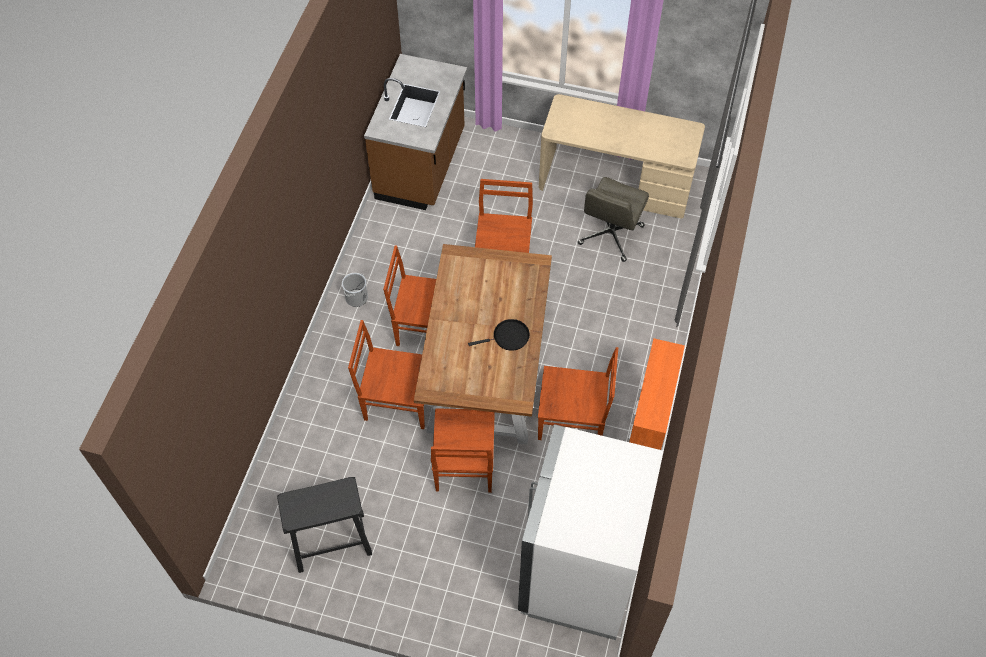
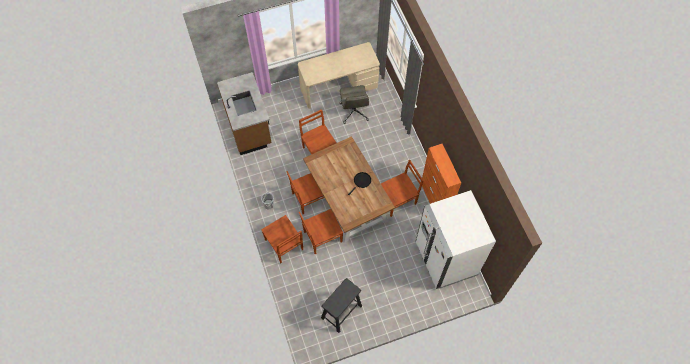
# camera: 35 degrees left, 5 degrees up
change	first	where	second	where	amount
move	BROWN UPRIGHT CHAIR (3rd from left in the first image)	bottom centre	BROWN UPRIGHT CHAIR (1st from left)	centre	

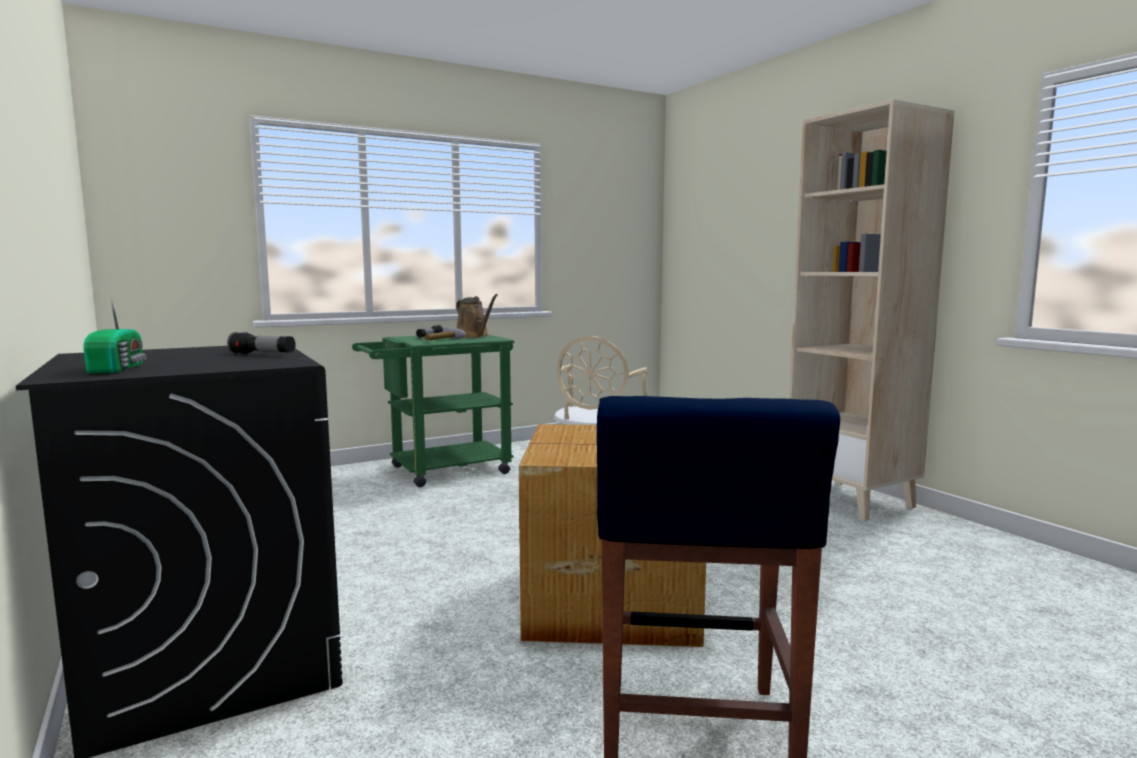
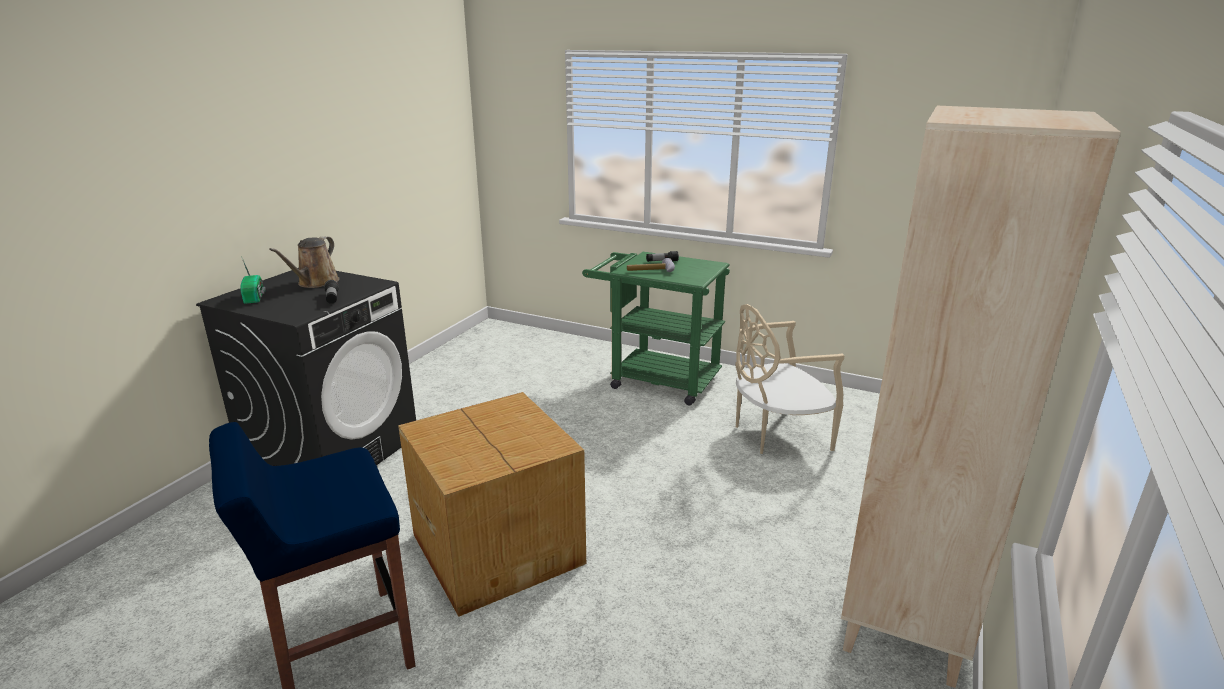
# camera: 55 degrees right, 15 degrees up
change	first	where	second	where	amount
rotate	RADIO	middle left		middle left	60 degrees counterclockwise
move	BROWN WATERING POT	centre		middle left	

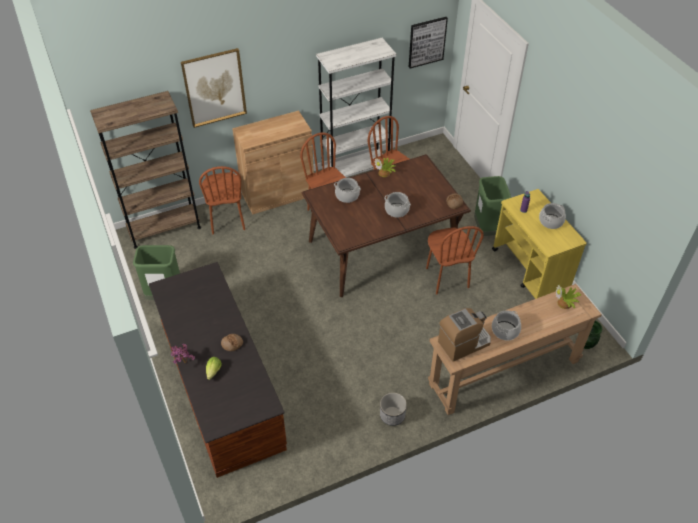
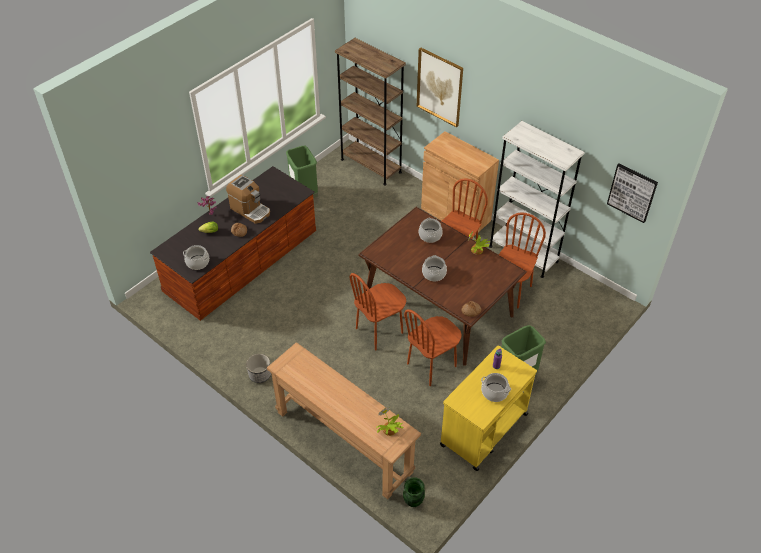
# camera: 65 degrees right, 0 degrees up
change	first	where	second	where	amount
move	BROWN UPRIGHT CHAIR (1st from left)	middle left		centre	
move	COFFEE BREWER	centre		middle left	
move	COOKING POT (3rd from left in the first image)	middle right	COOKING POT (1st from left)	middle left	

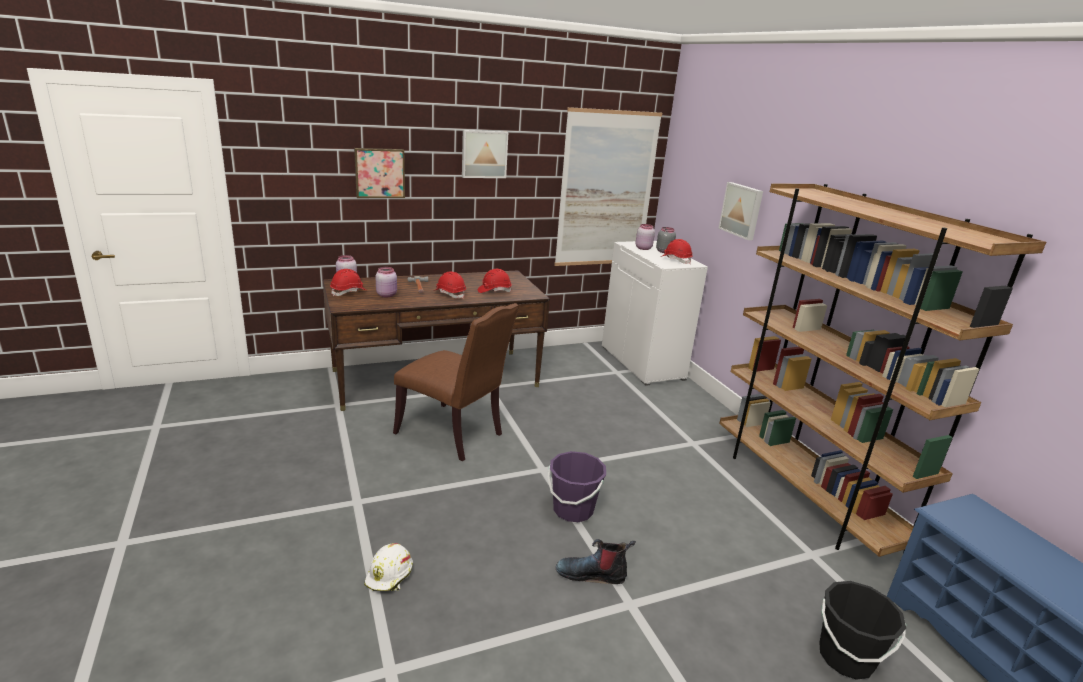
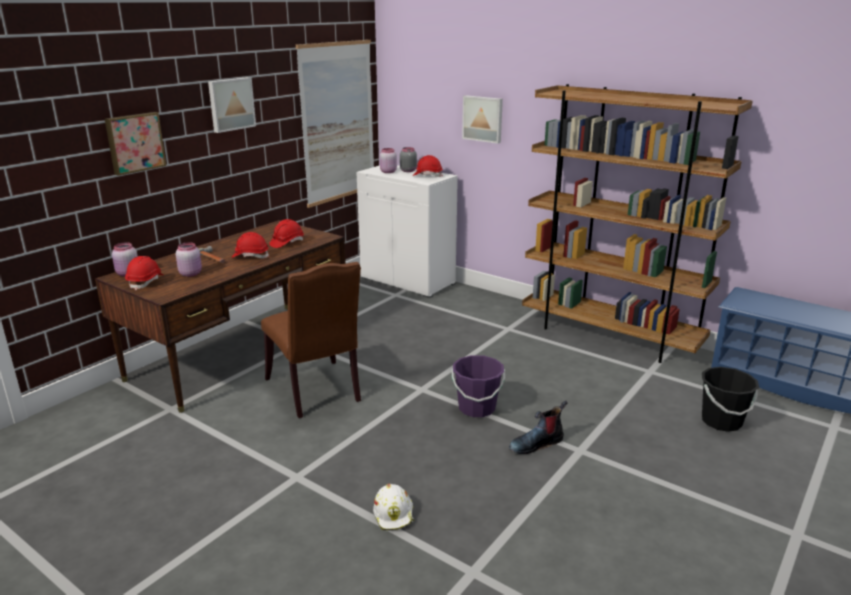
# camera: 30 degrees left, 0 degrees up
change	first	where	second	where	amount
rotate	BROWN UPRIGHT CHAIR	centre		centre	60 degrees clockwise

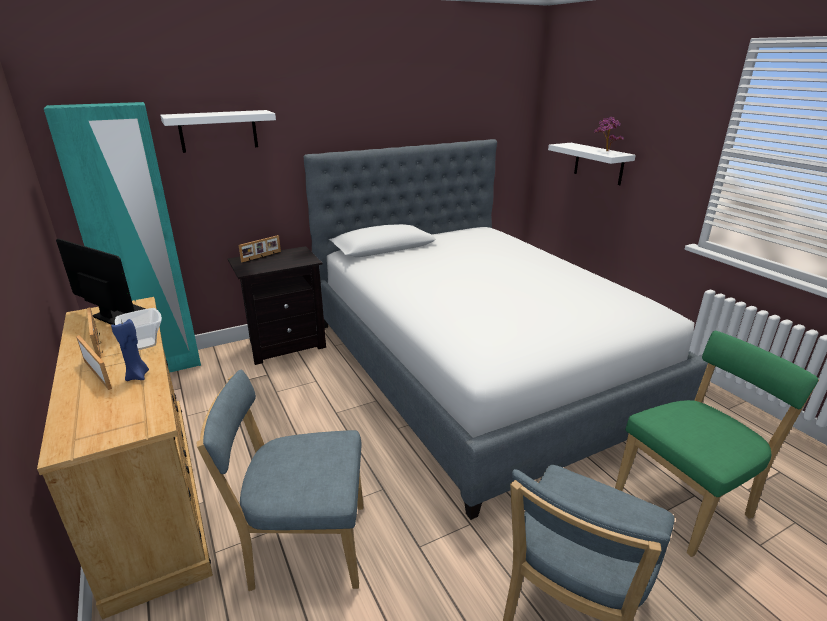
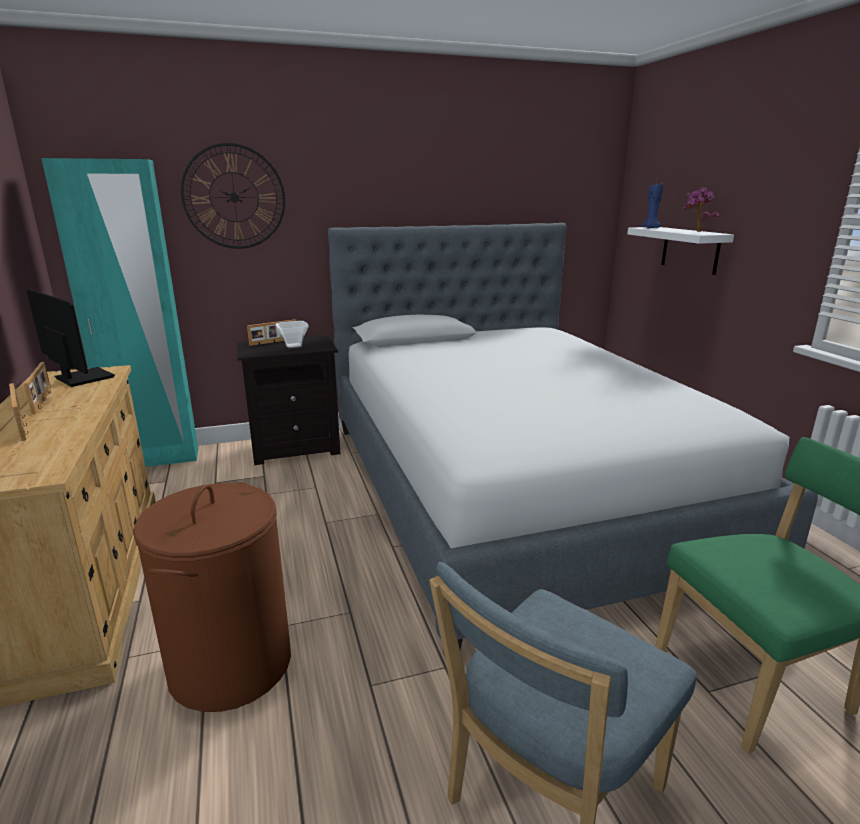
# camera: 10 degrees right, 5 degrees down
change	first	where	second	where	amount
move	BLUE WAX LIGHT	middle left		top right	
move	BOWL	middle left		centre	
replace	WHITE SHELF (1st from left)	top left	HANGING CLOCK	top left	
replace	BLUE UPRIGHT CHAIR (1st from left)	bottom centre	BROWN LAUNDRY BASKET	bottom left	

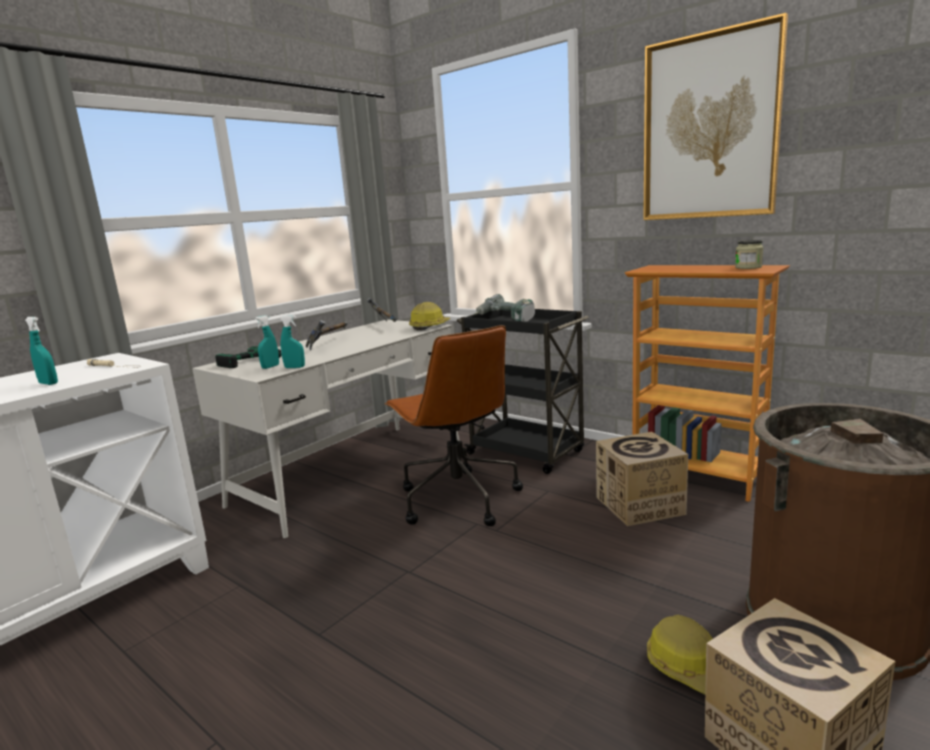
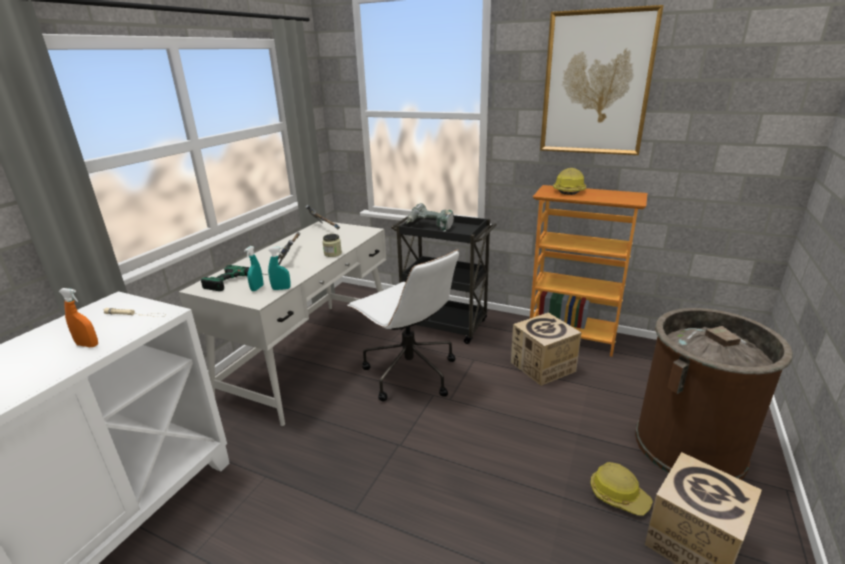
# camera: 15 degrees left, 10 degrees up
change	first	where	second	where	amount
recolor	BLUE-GREEN HAND SPRAYER (1st from left)	middle left	ORANGE HAND SPRAYER	middle left	
recolor	BROWN OFFICE CHAIR	centre	WHITE OFFICE CHAIR	centre	
move	SAFETY HELMET (1st from left)	centre		top right	
move	JAR	middle right		centre	

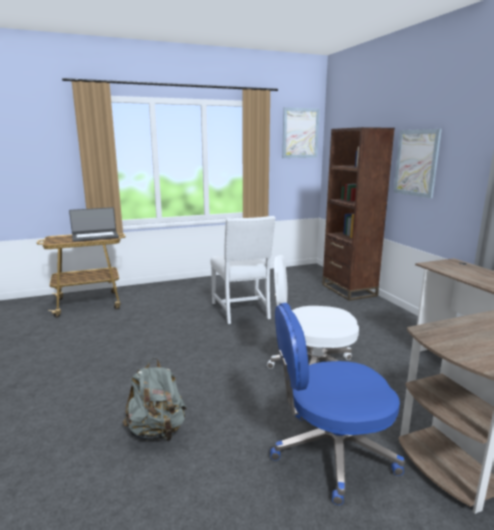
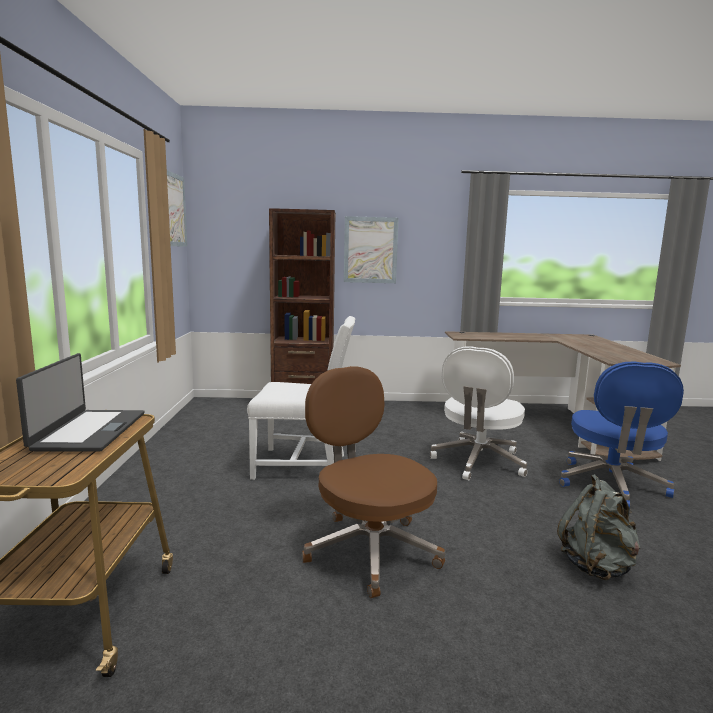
# camera: 70 degrees left, 5 degrees down
change	first	where	second	where	amount
insert			BROWN OFFICE CHAIR	bottom centre	

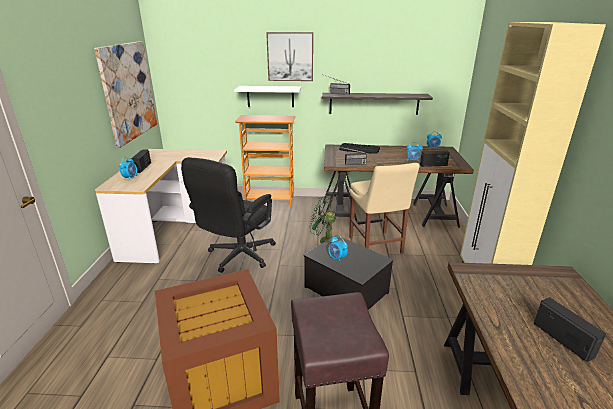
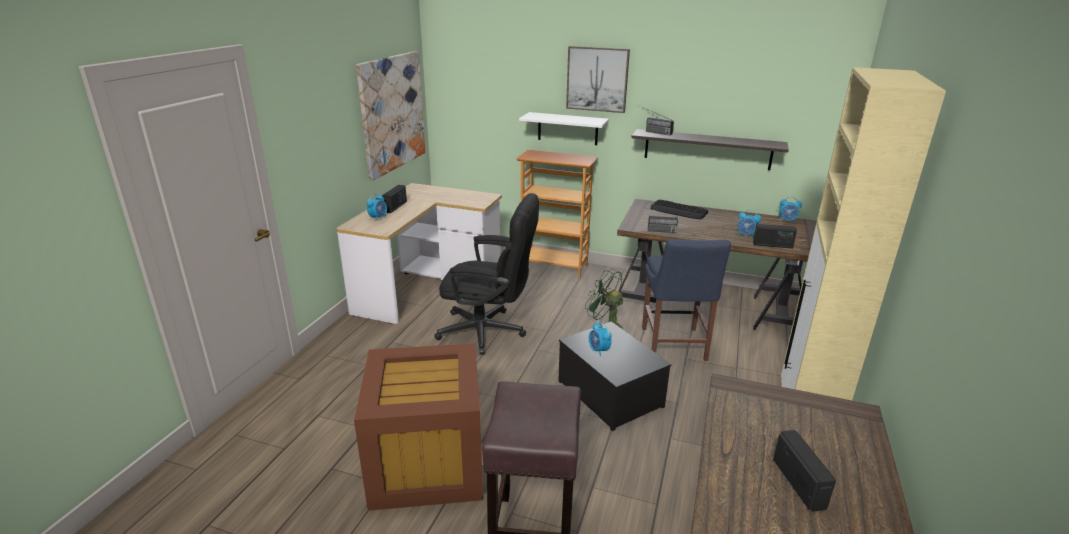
# camera: 15 degrees right, 0 degrees up
change	first	where	second	where	amount
rotate	BLACK-COLOURED OFFICE CHAIR	centre		centre	120 degrees counterclockwise
recolor	SAND-COLOURED UPRIGHT CHAIR	centre	BLUE UPRIGHT CHAIR	centre	

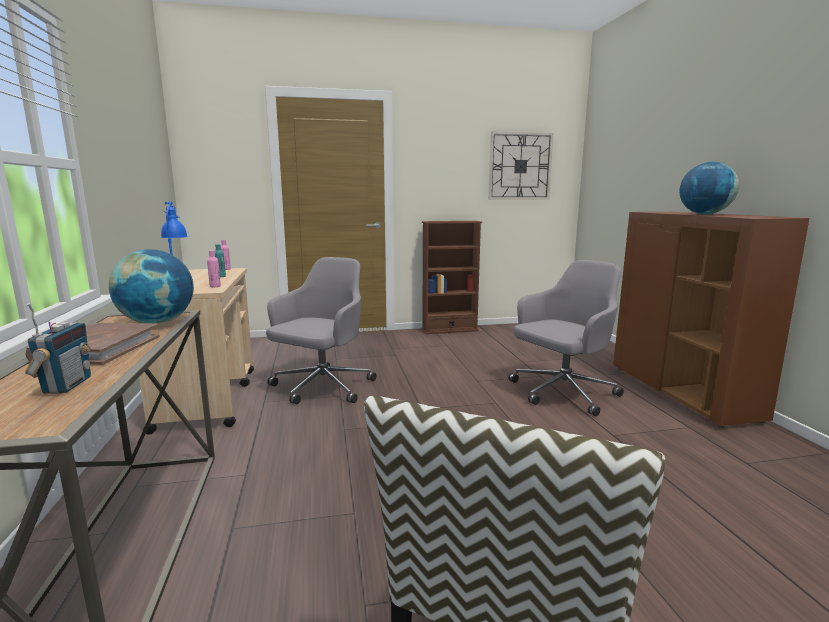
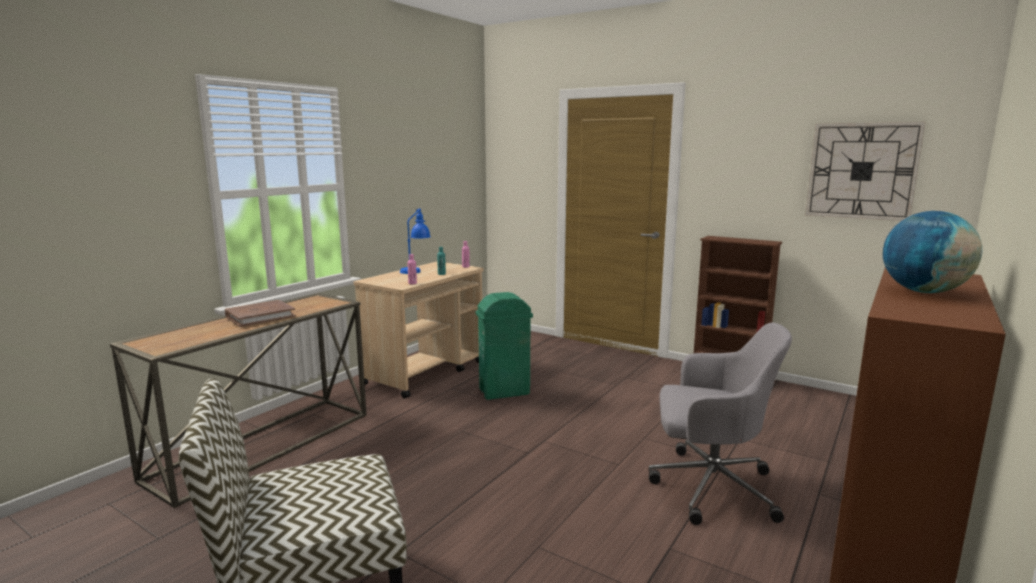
# camera: 45 degrees right, 0 degrees up
change	first	where	second	where	amount
delete	RADIO	middle left			
delete	DESK GLOBE (1st from left)	middle left			
replace	GRAY OFFICE CHAIR (1st from left)	centre	GREENISH TRASH CAN	centre	

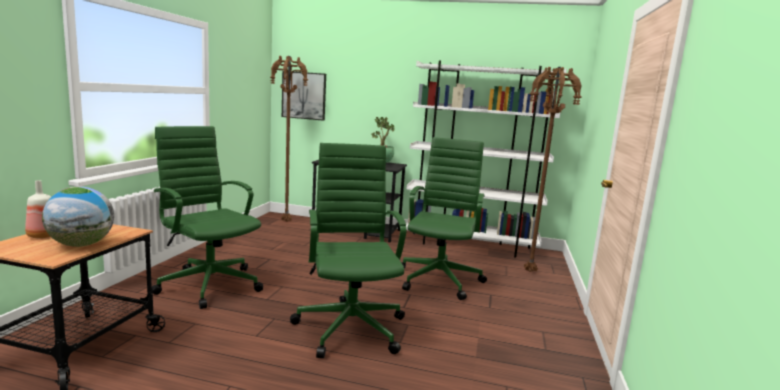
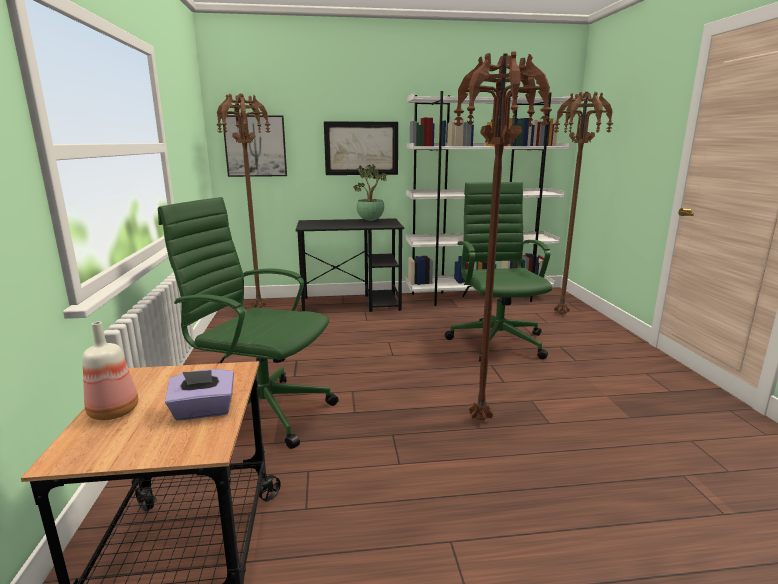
# camera: 20 degrees left, 5 degrees up
change	first	where	second	where	amount
replace	DESK GLOBE	middle left	PURPLE-COLOURED TISSUE BOX	bottom left	
replace	GREENISH OFFICE CHAIR (2nd from left)	centre	BROWN STANDARD LAMP (2nd from left)	centre	
insert			PICTURE (2nd from left)	top centre	

